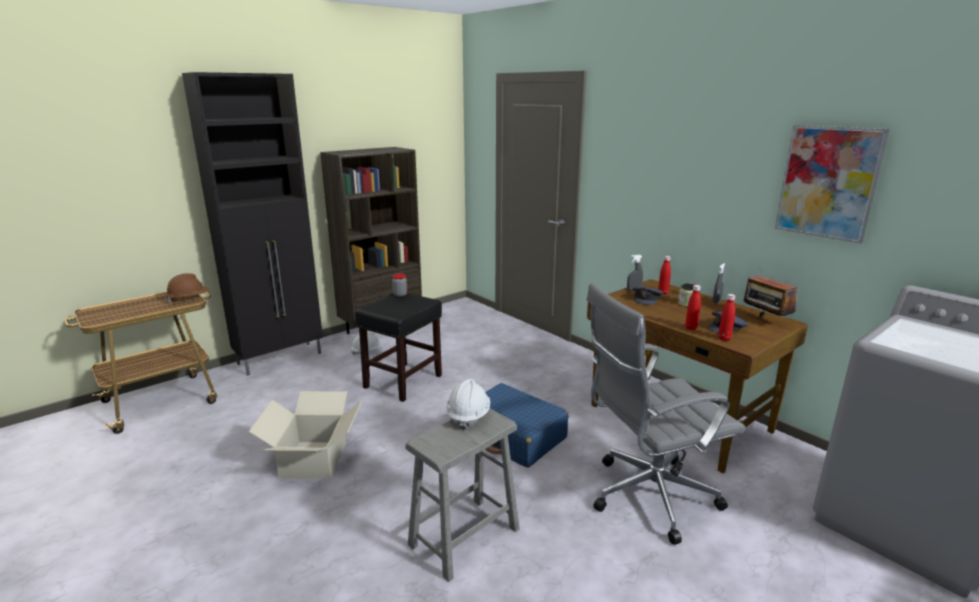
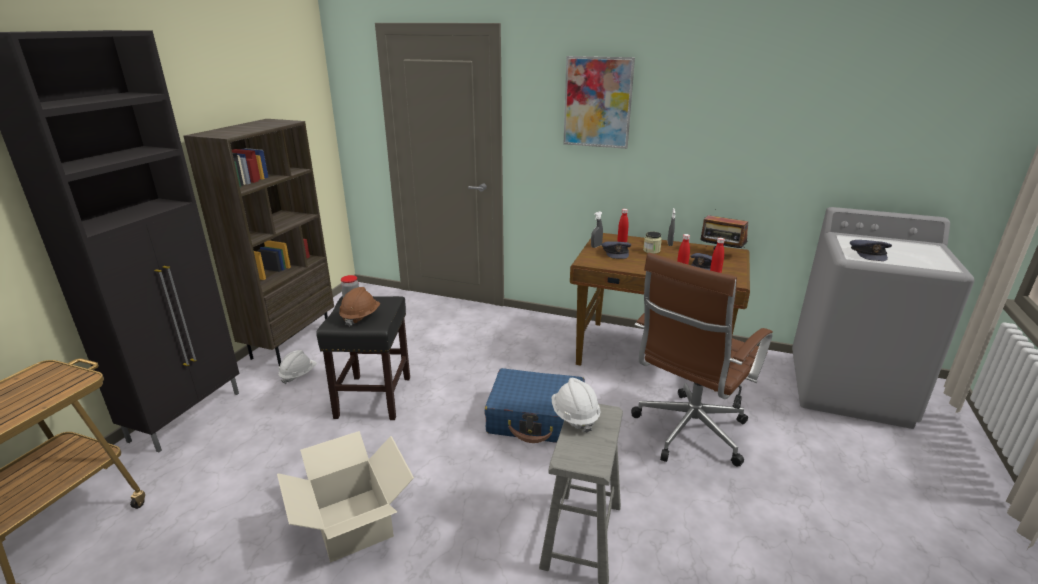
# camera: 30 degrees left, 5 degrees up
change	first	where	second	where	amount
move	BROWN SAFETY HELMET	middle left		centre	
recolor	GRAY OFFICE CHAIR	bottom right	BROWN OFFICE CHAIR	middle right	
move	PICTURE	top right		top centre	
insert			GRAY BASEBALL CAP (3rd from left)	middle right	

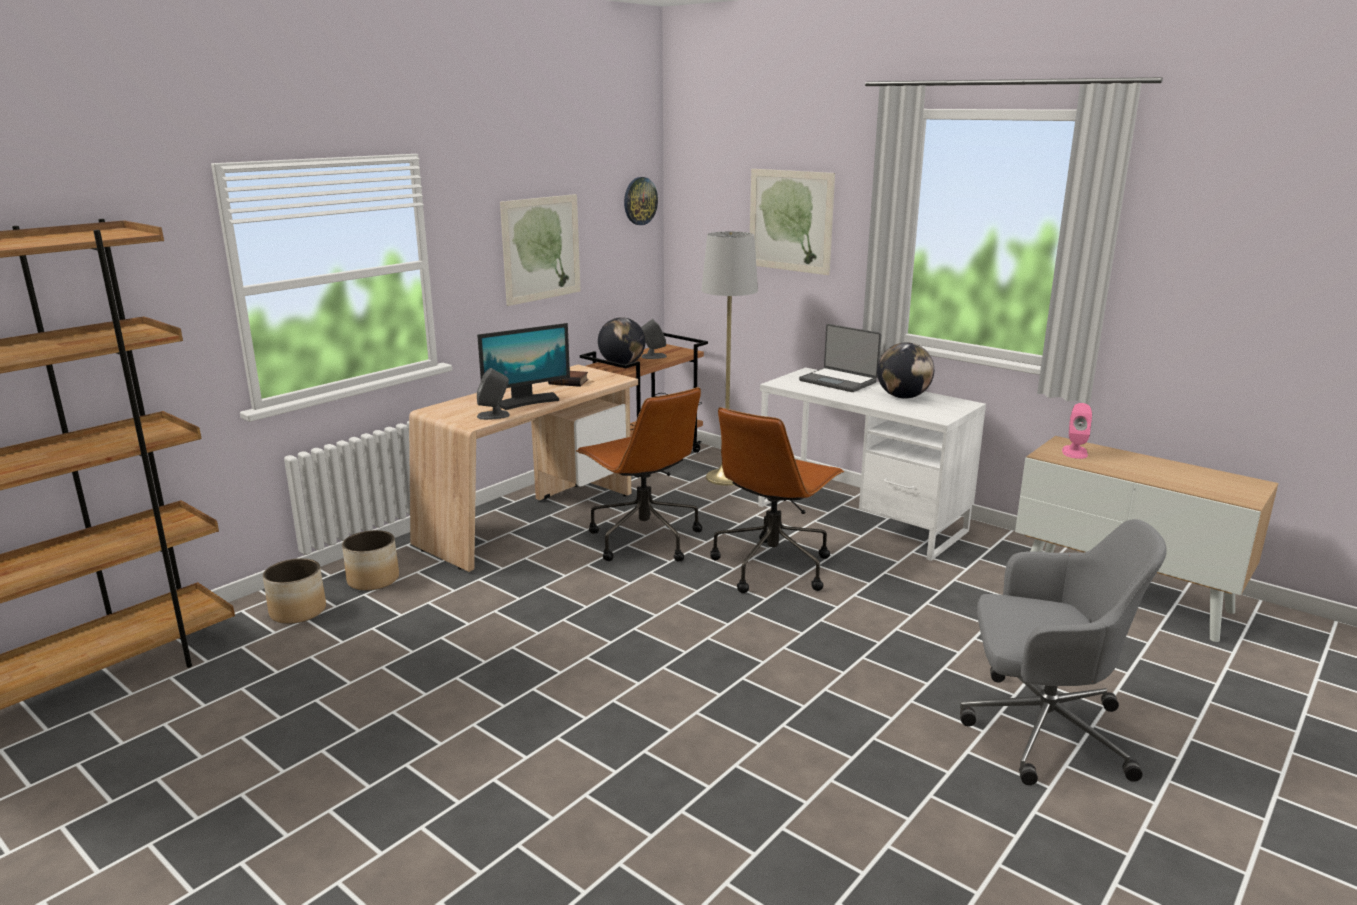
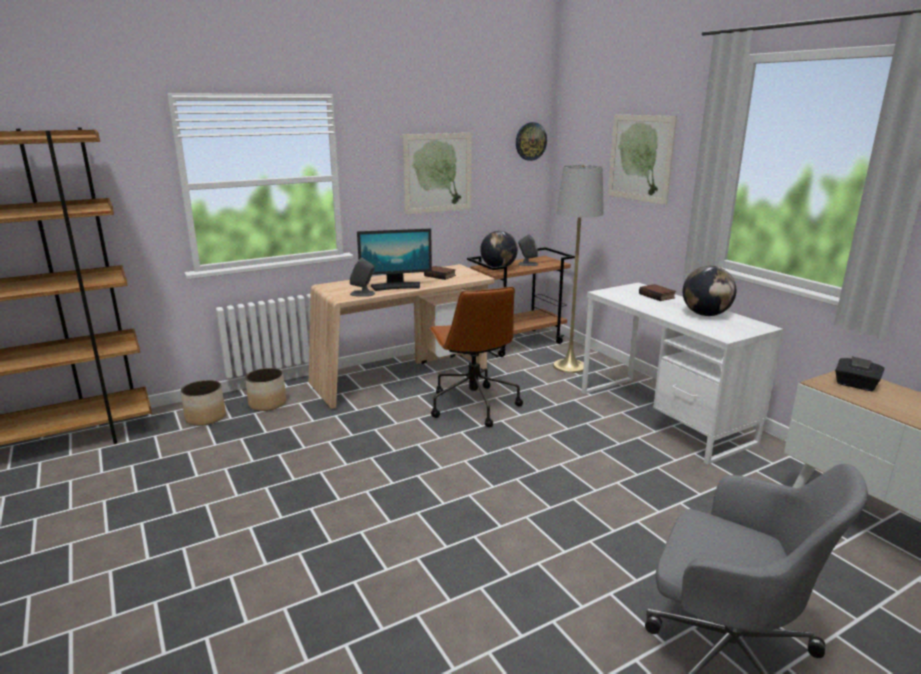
# camera: 20 degrees right, 0 degrees up
change	first	where	second	where	amount
delete	BROWN OFFICE CHAIR (2nd from left)	centre			
replace	NOTEBOOK COMPUTER	centre	BOOK (2nd from left)	middle right	
replace	PINK-COLOURED LOUDSPEAKER	middle right	BLACK-COLOURED TISSUE BOX	middle right	

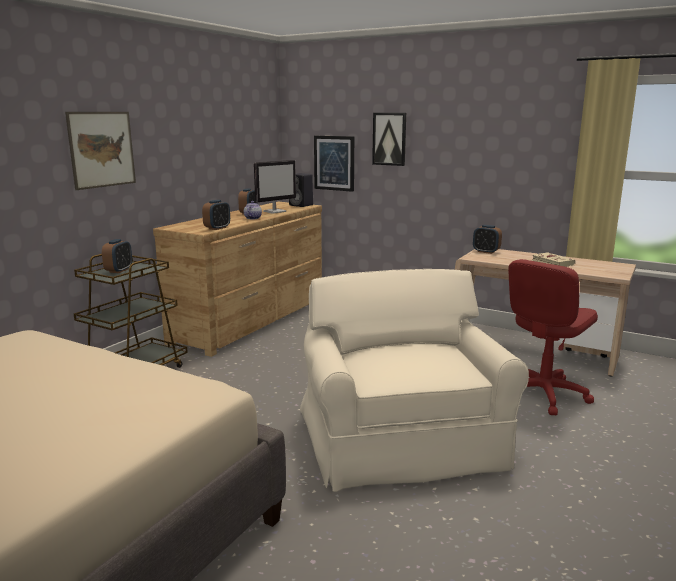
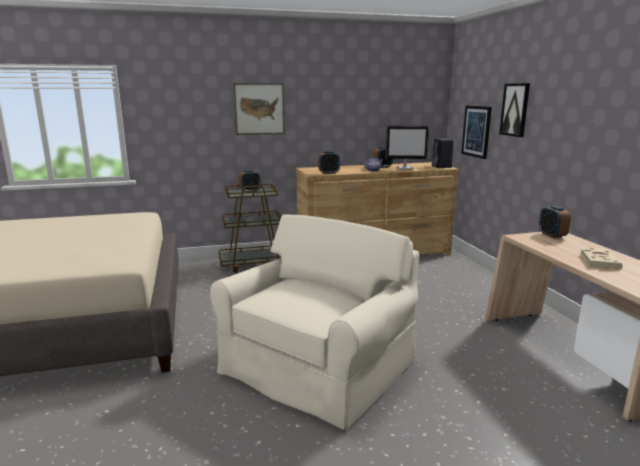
# camera: 45 degrees right, 0 degrees up
change	first	where	second	where	amount
delete	RED-COLOURED OFFICE CHAIR	middle right			

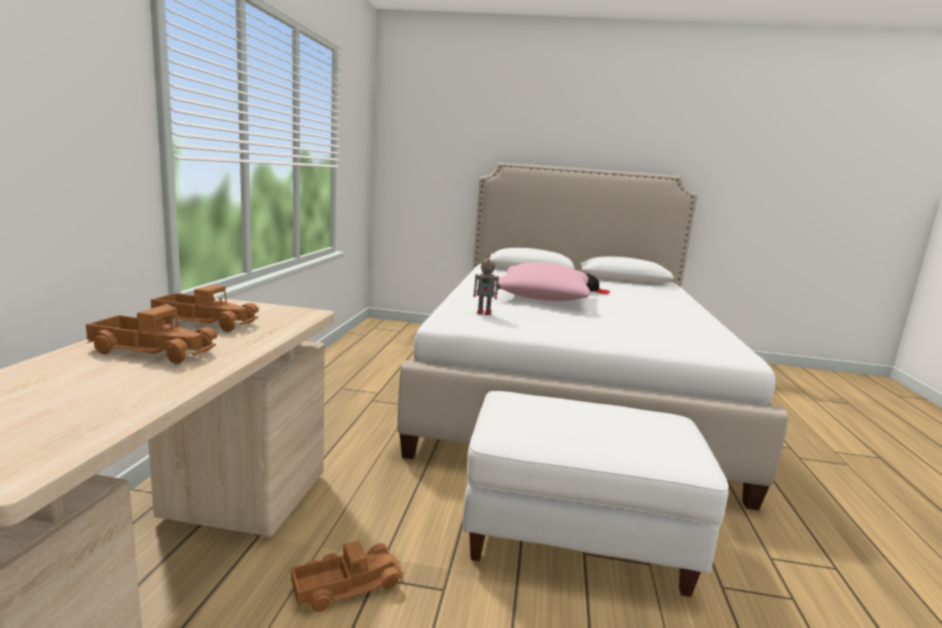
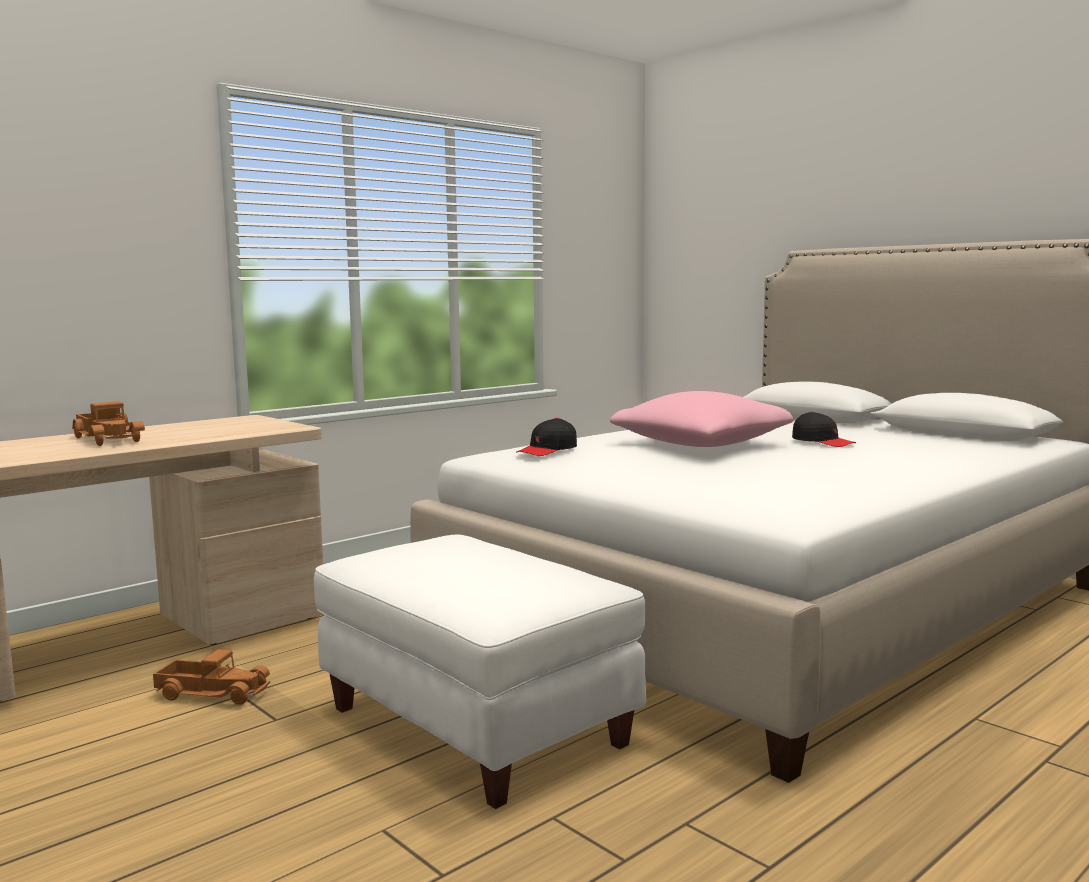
# camera: 40 degrees right, 5 degrees down
change	first	where	second	where	amount
delete	TOY TRUCK (2nd from left)	middle left			
replace	ROBOT FIGURE	centre	BLACK-COLOURED BASEBALL CAP (1st from left)	centre	

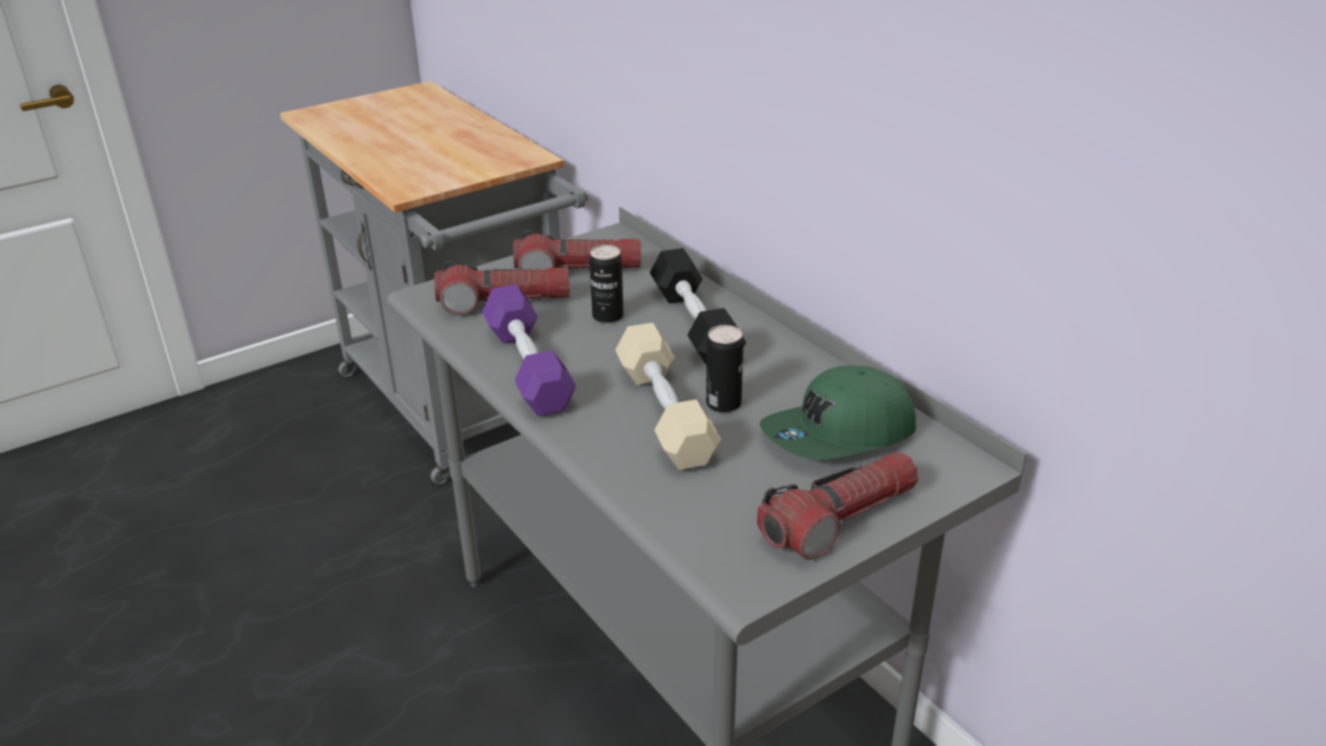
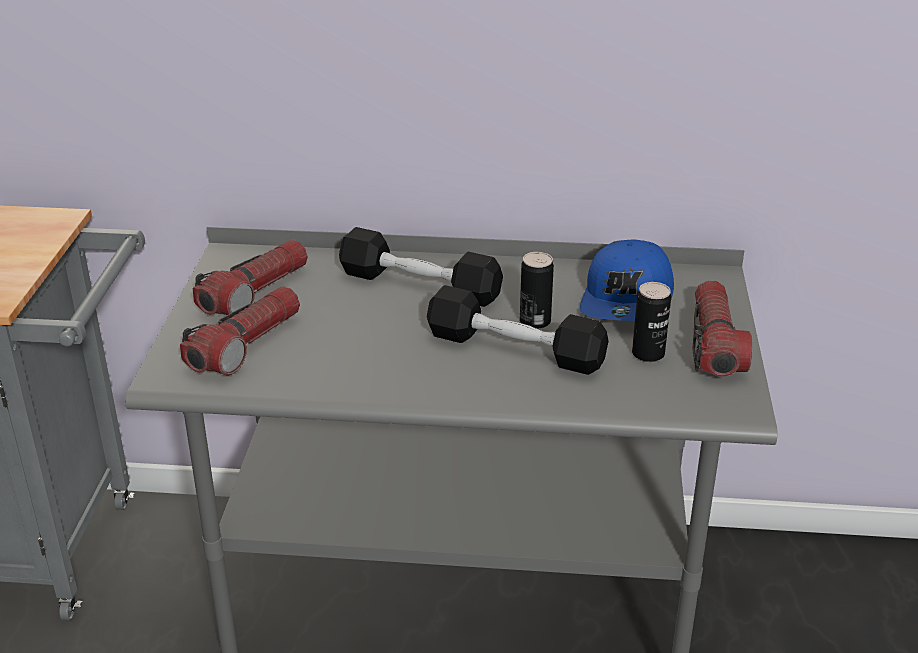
# camera: 50 degrees left, 0 degrees up
change	first	where	second	where	amount
delete	PURPLE-COLOURED HAND WEIGHT	centre			
move	SEALED CAN (1st from left in the first image)	centre	SEALED CAN (2nd from left)	middle right	
recolor	SAND-COLOURED HAND WEIGHT	centre	BLACK-COLOURED HAND WEIGHT (2nd from left)	centre	
recolor	GREENISH BASEBALL CAP	centre	BLUE BASEBALL CAP	middle right	

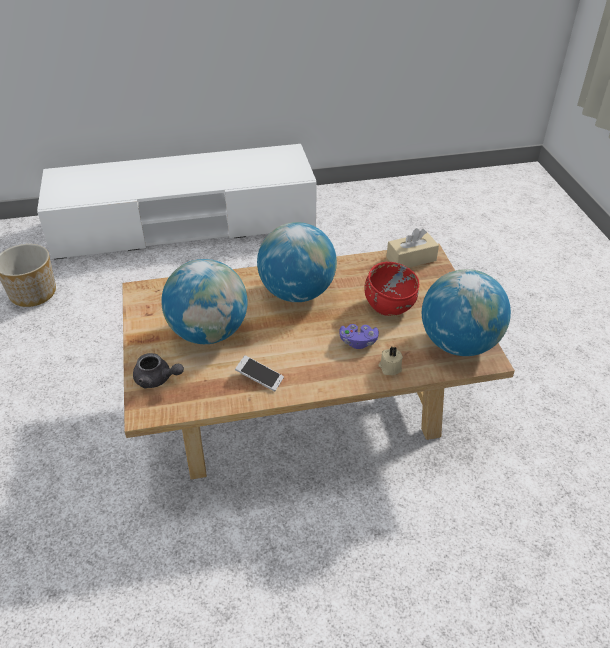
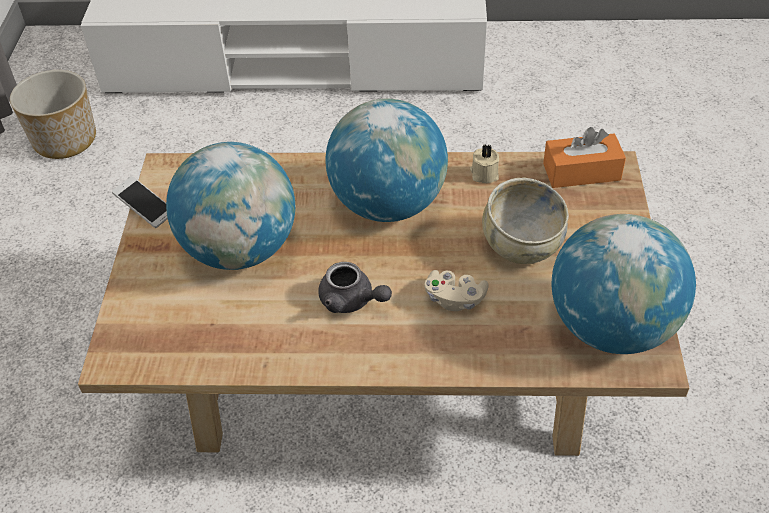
# camera: 15 degrees right, 5 degrees up
change	first	where	second	where	amount
move	GRAY POT FOR TEA	middle left		centre	
move	HANDSET	centre		middle left	
recolor	PURPLE-COLOURED JOYPAD	centre	SAND-COLOURED JOYPAD	centre	
recolor	RED-COLOURED BOWL	centre	SAND-COLOURED BOWL	middle right	
move	SAND-COLOURED WAX LIGHT	centre		top centre	
recolor	SAND-COLOURED TISSUE BOX	middle right	ORANGE TISSUE BOX	top right	

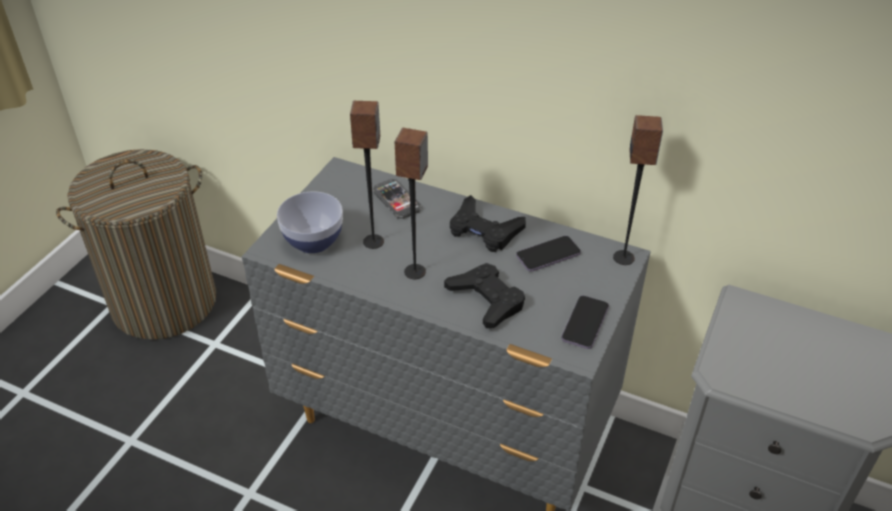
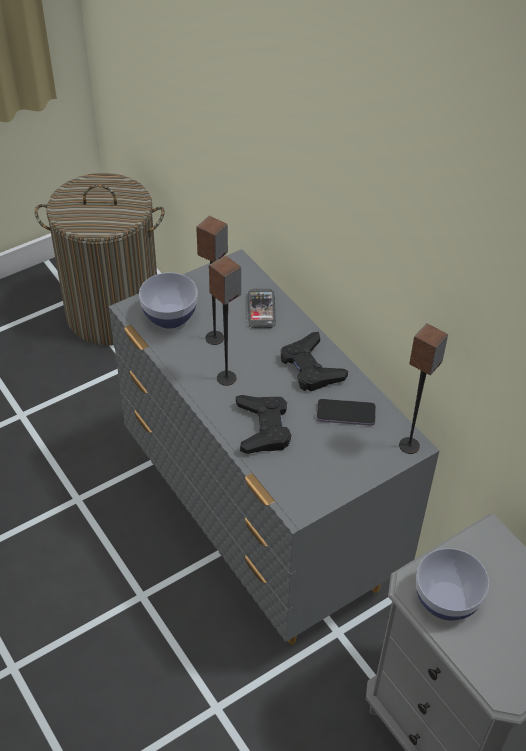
# camera: 30 degrees right, 5 degrees up
change	first	where	second	where	amount
delete	HANDSET (3rd from left)	centre			
insert			BOWL (2nd from left)	bottom right	

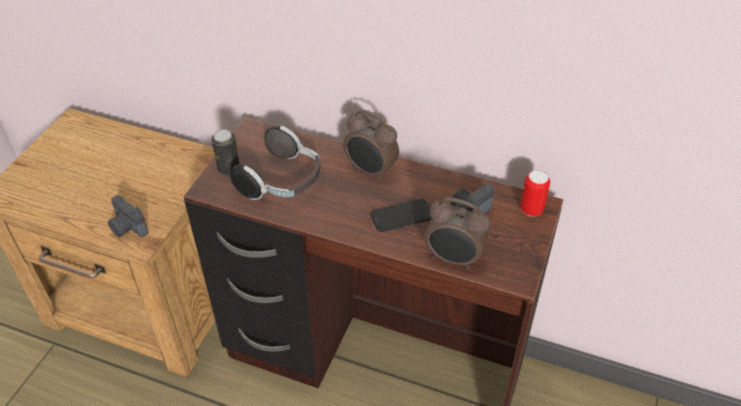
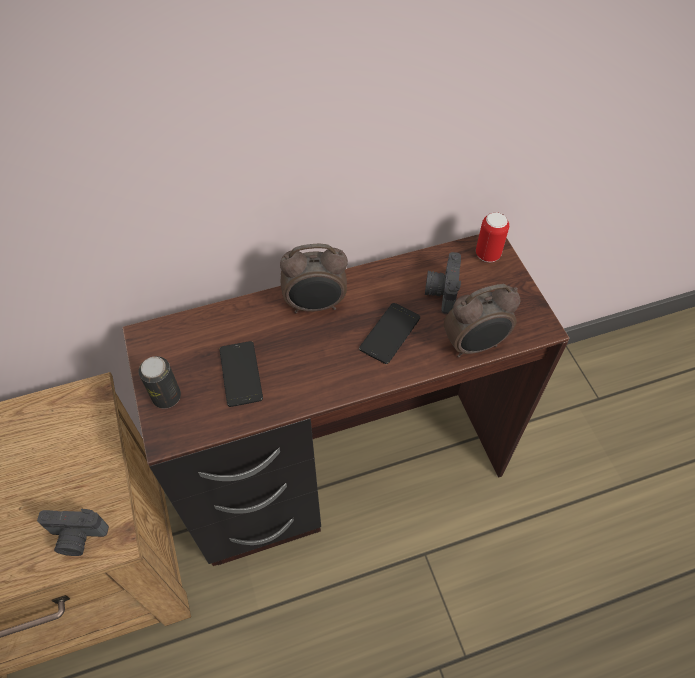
# camera: 40 degrees left, 10 degrees up
change	first	where	second	where	amount
replace	HEADSET	centre	HANDSET (1st from left)	centre	

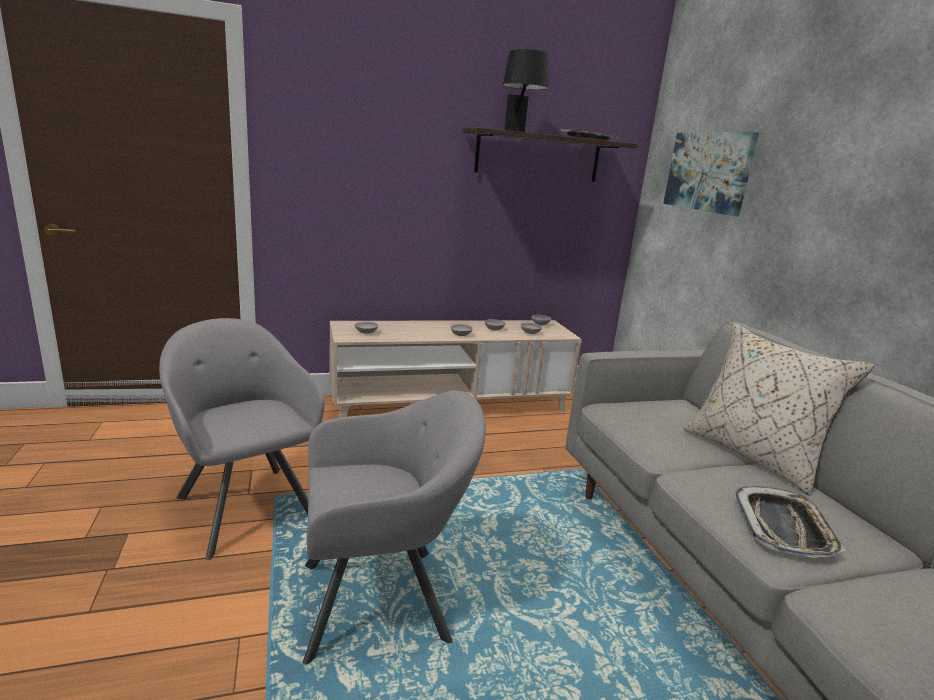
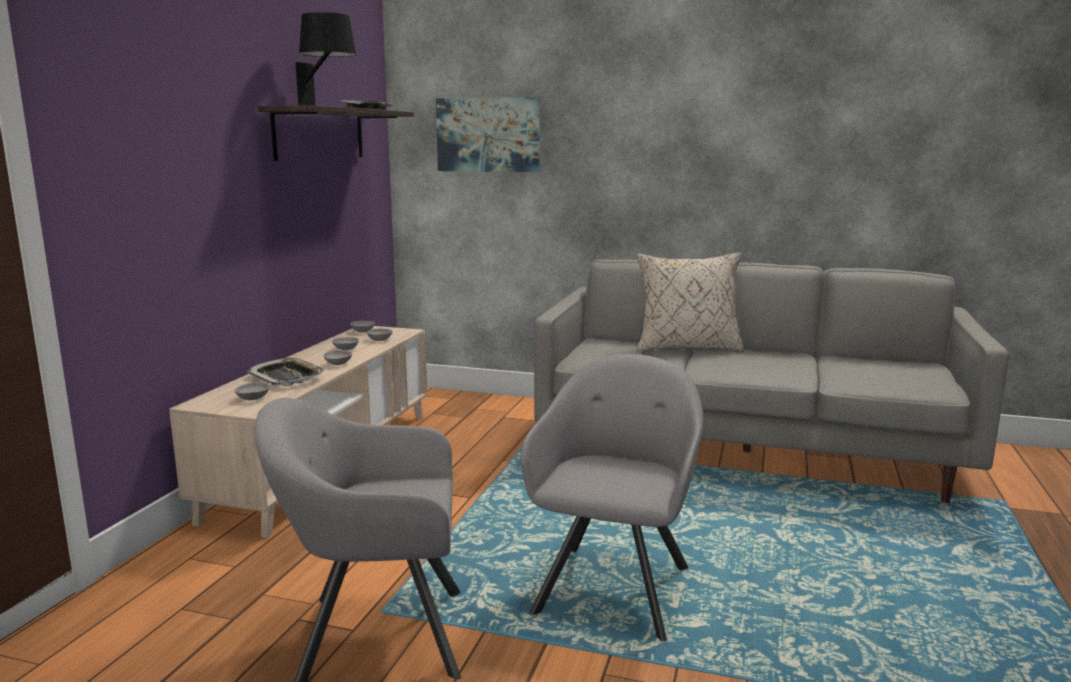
# camera: 55 degrees left, 5 degrees down
change	first	where	second	where	amount
move	TRAY (2nd from left in the first image)	bottom right	TRAY (1st from left)	middle left	

